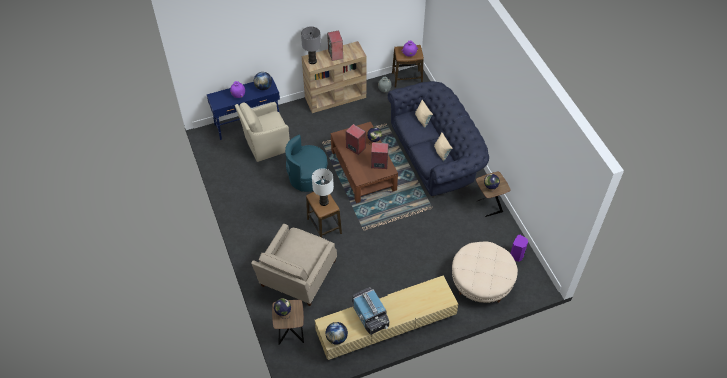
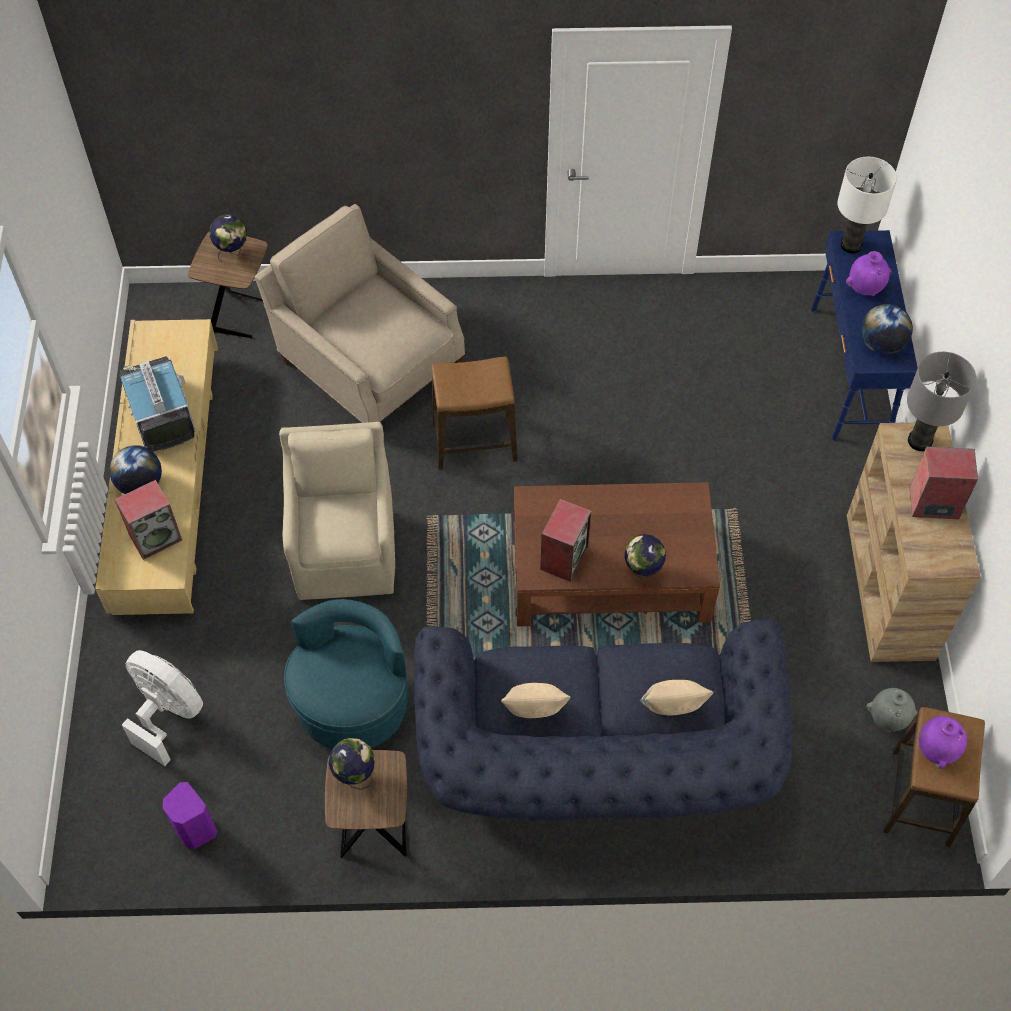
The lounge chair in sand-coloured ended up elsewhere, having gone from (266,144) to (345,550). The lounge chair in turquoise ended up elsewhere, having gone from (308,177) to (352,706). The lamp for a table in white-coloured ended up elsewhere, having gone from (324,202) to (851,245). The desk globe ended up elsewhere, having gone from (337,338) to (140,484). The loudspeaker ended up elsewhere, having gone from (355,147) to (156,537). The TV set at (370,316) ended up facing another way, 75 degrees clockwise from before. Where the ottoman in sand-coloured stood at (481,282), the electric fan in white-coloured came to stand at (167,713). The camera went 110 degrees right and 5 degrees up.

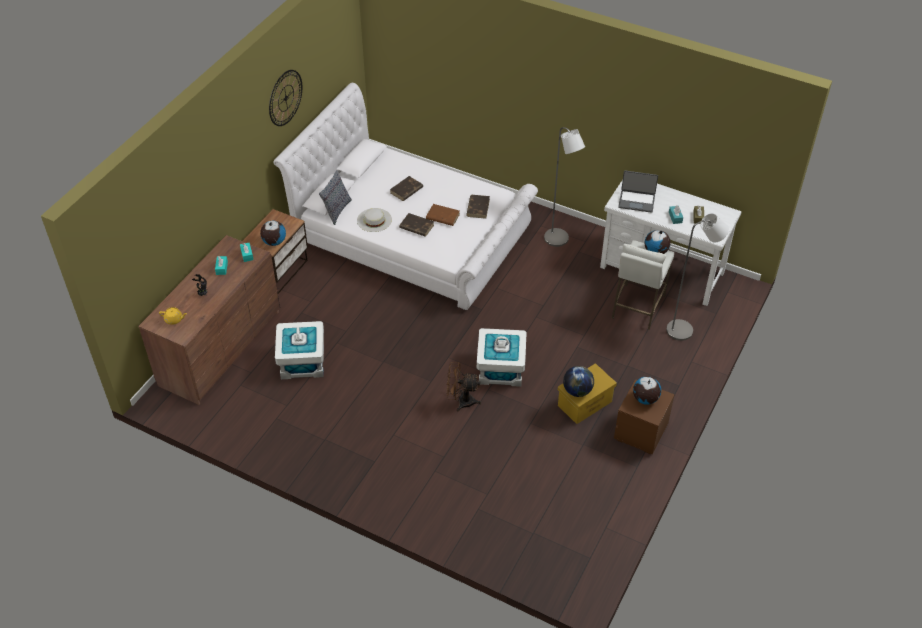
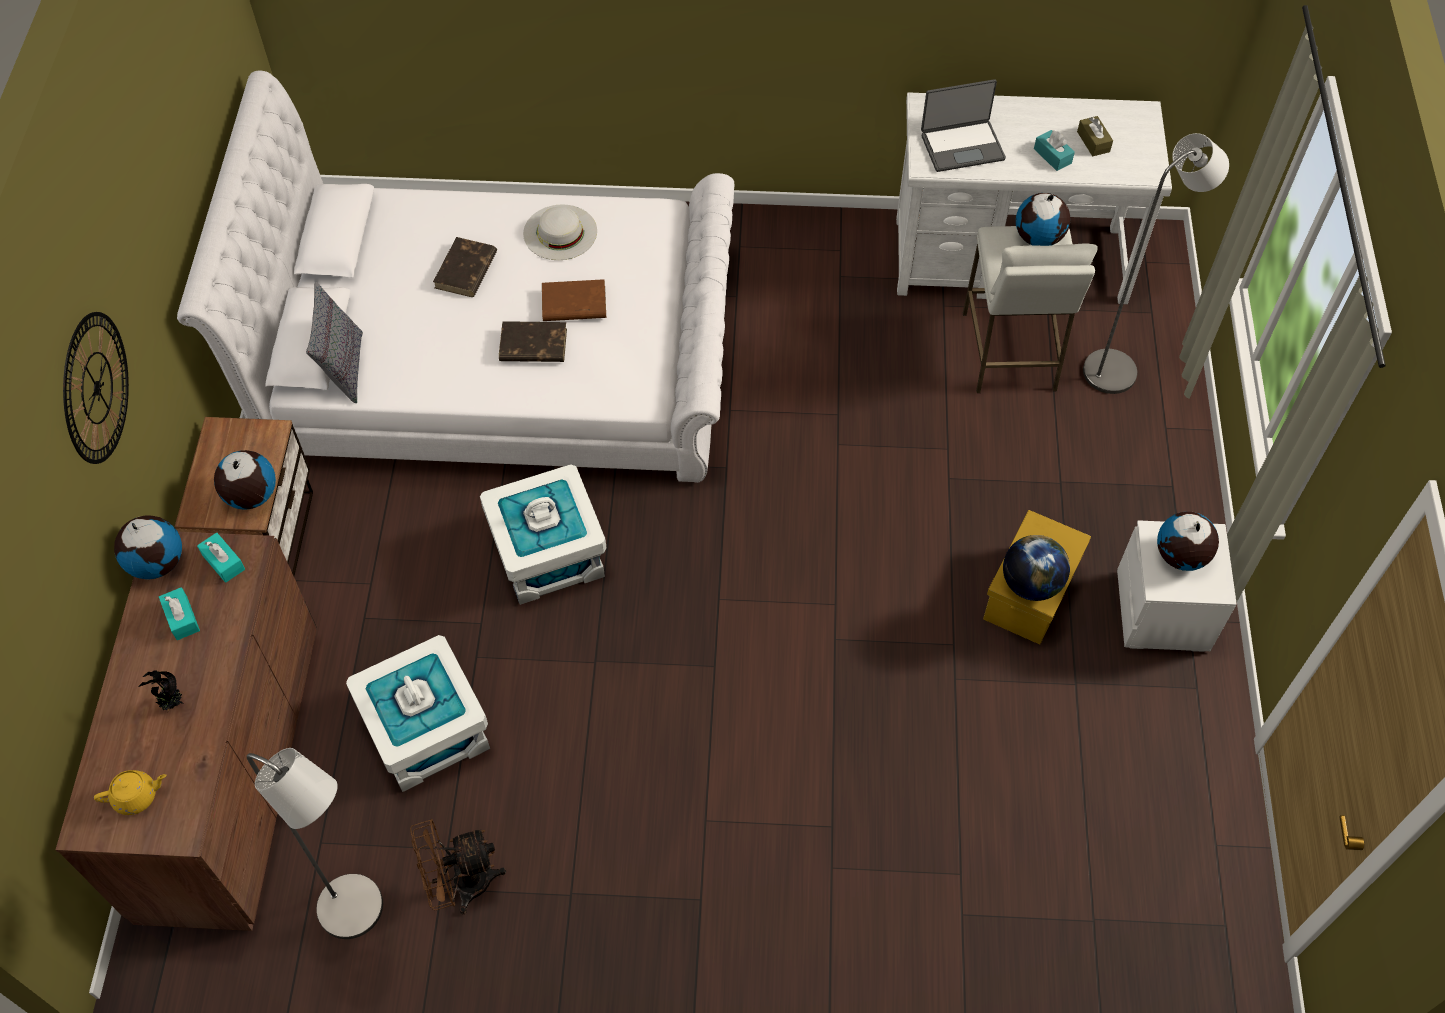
The clock on the wall ended up elsewhere, having gone from (285,98) to (96,388). The clothing hat in white-coloured ended up elsewhere, having gone from (374,220) to (560,232). The electric fan in brown-coloured ended up elsewhere, having gone from (461,401) to (461,885). The second view lost the book in brown-coloured at (478,207). The storage bin in white-coloured ended up elsewhere, having gone from (500,369) to (548,555). The floor lamp in gray ended up elsewhere, having gone from (559,241) to (361,913). What was the night table in brown-coloured at (641,432) turned into the night table in white-coloured at (1164,612). The second view gained the desk globe at (157,562). The camera went 25 degrees left and 10 degrees up.

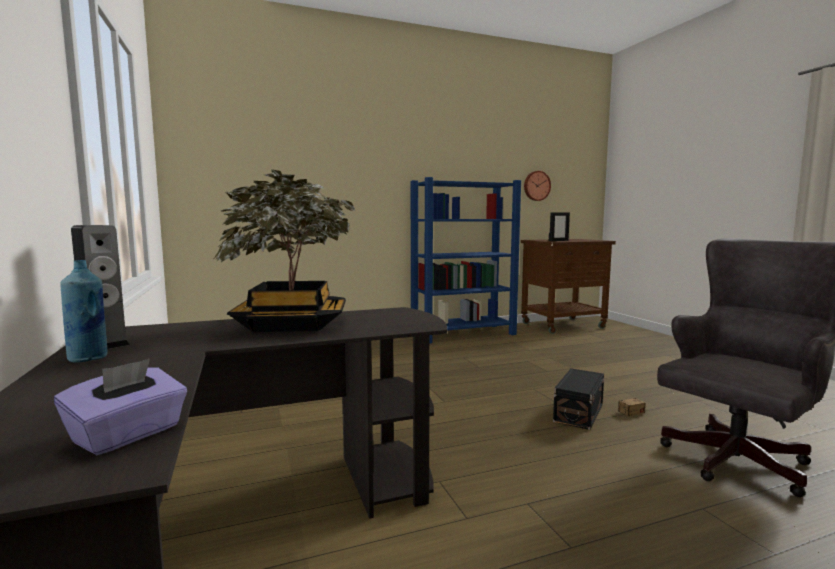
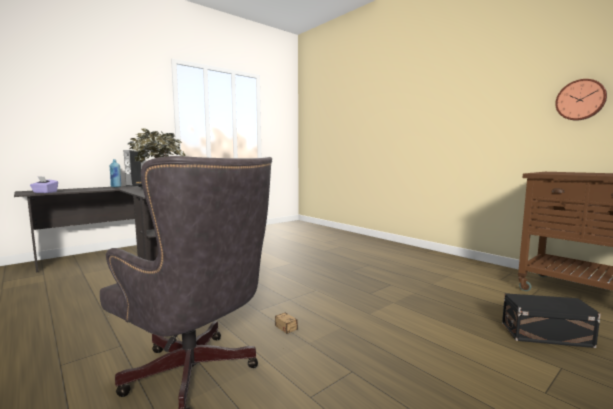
The second view lost the bookshelf in blue-coloured at (463,334). The second view lost the standing frame at (558,240). The storage bin in black ended up elsewhere, having gone from (580,412) to (547,335). The camera went 70 degrees right and 0 degrees up.

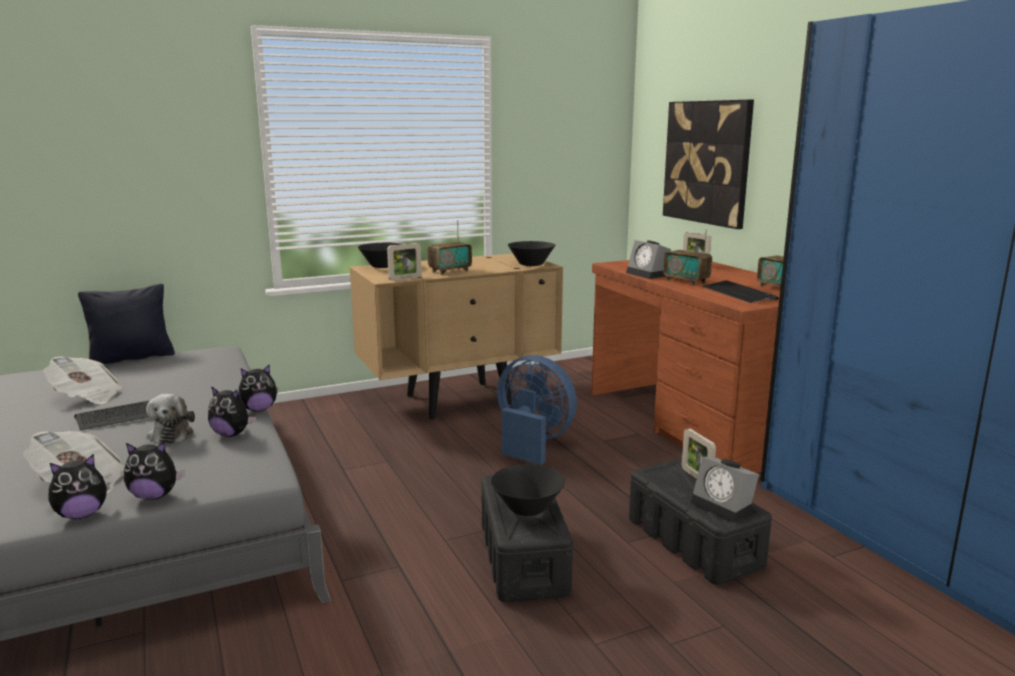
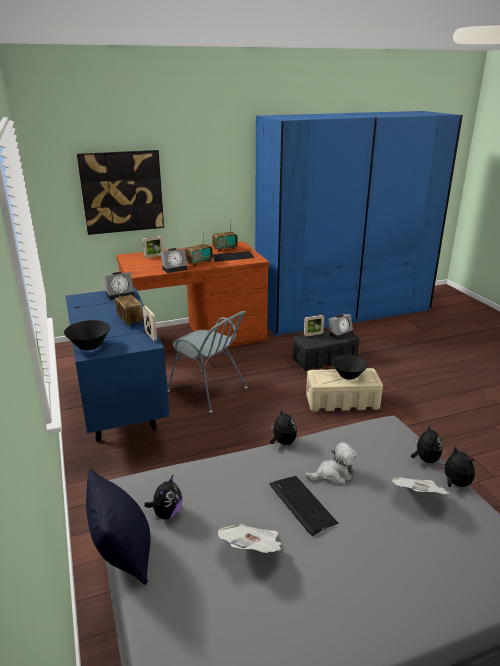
The cuddly toy ended up elsewhere, having gone from (232,434) to (166,513). What was the drawer chest in sand-coloured at (459,400) turned into the drawer chest in blue-coloured at (121,416). What was the storage bin in black at (523,557) turned into the storage bin in sand-coloured at (341,401). Where the electric fan in blue-coloured stood at (532,442), the upright chair in gray came to stand at (209,390). Where the bowl in black stood at (531,264), the alarm clock came to stand at (120,294). The camera went 85 degrees left and 10 degrees up.

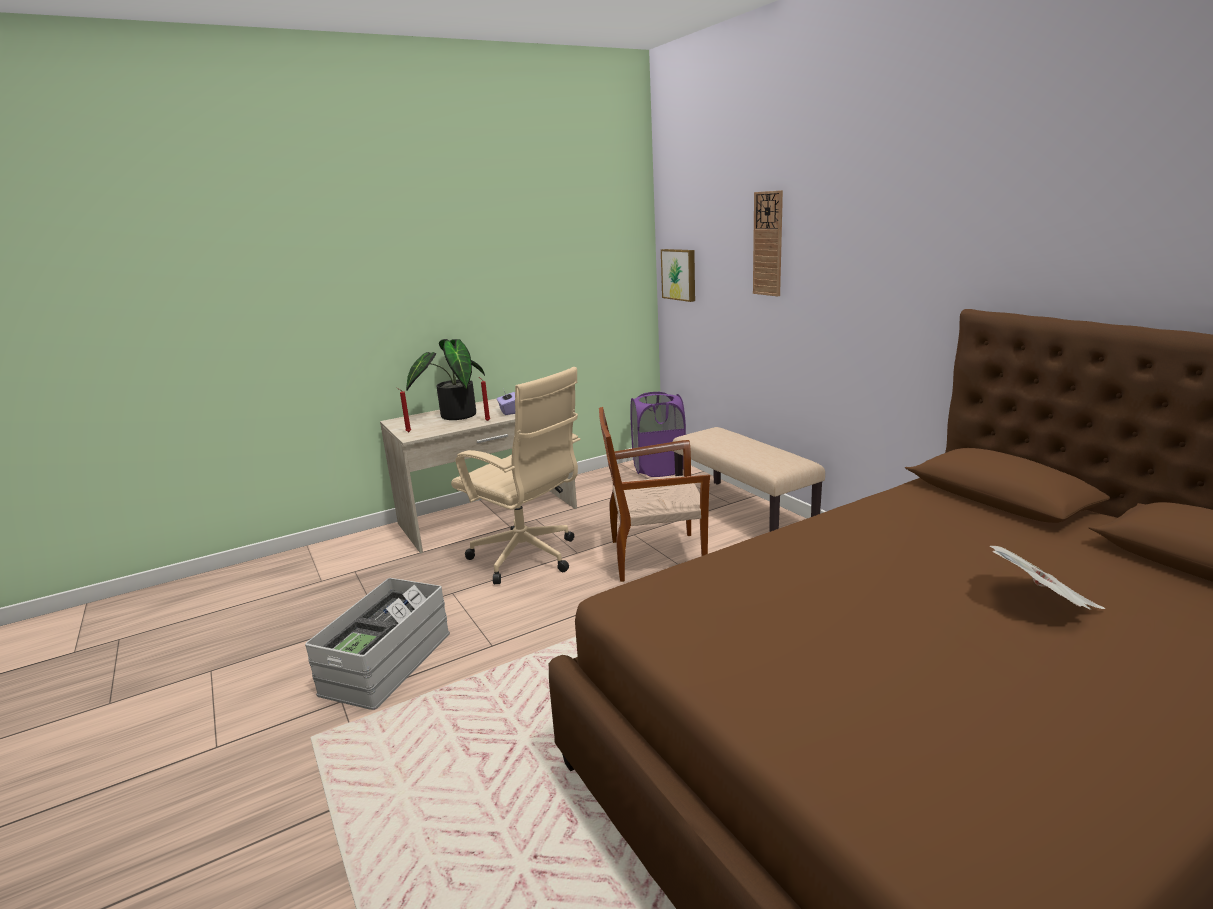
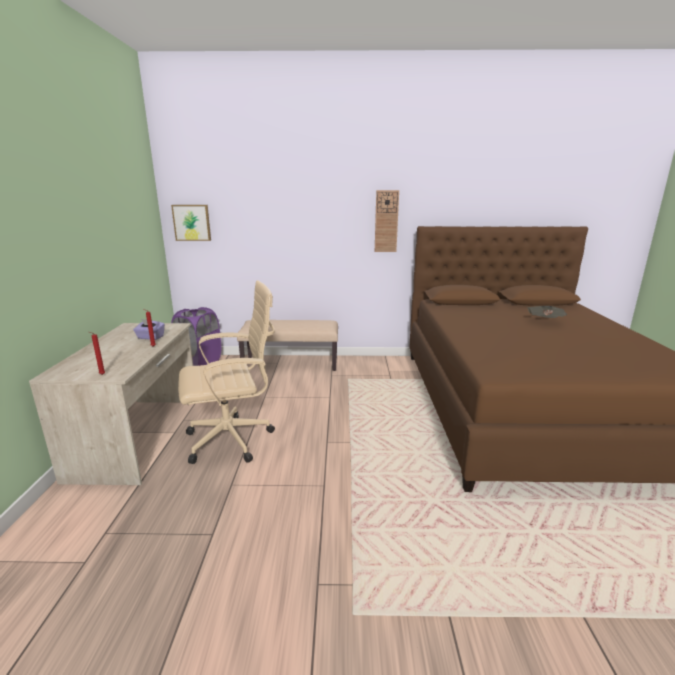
The second view lost the storage bin in gray at (386,662). The second view lost the potted plant at (454,415). The second view lost the lounge chair in brown-coloured at (655,556). The clock on the wall ended up elsewhere, having gone from (768,244) to (386,221). The camera went 60 degrees left and 0 degrees up.

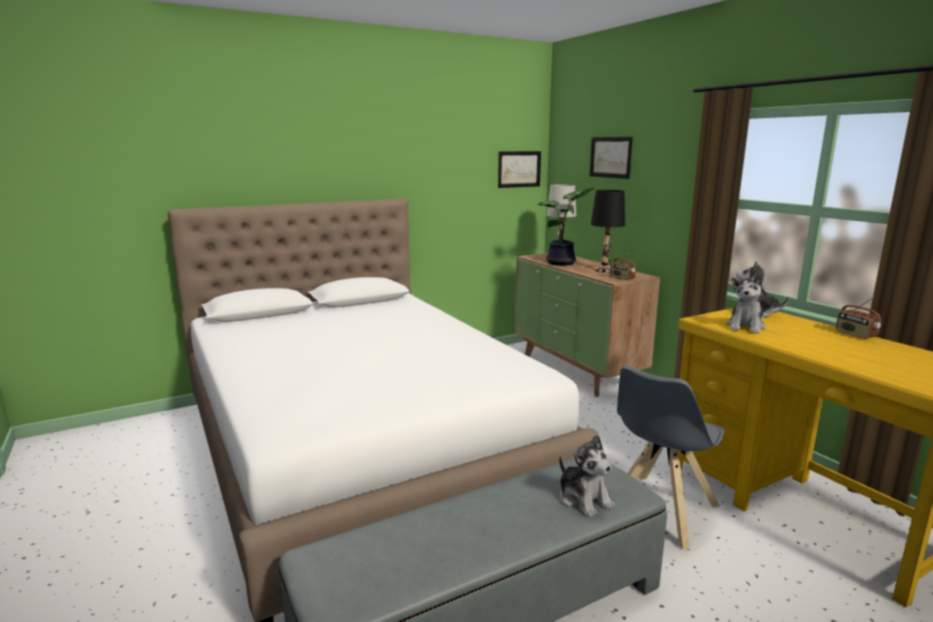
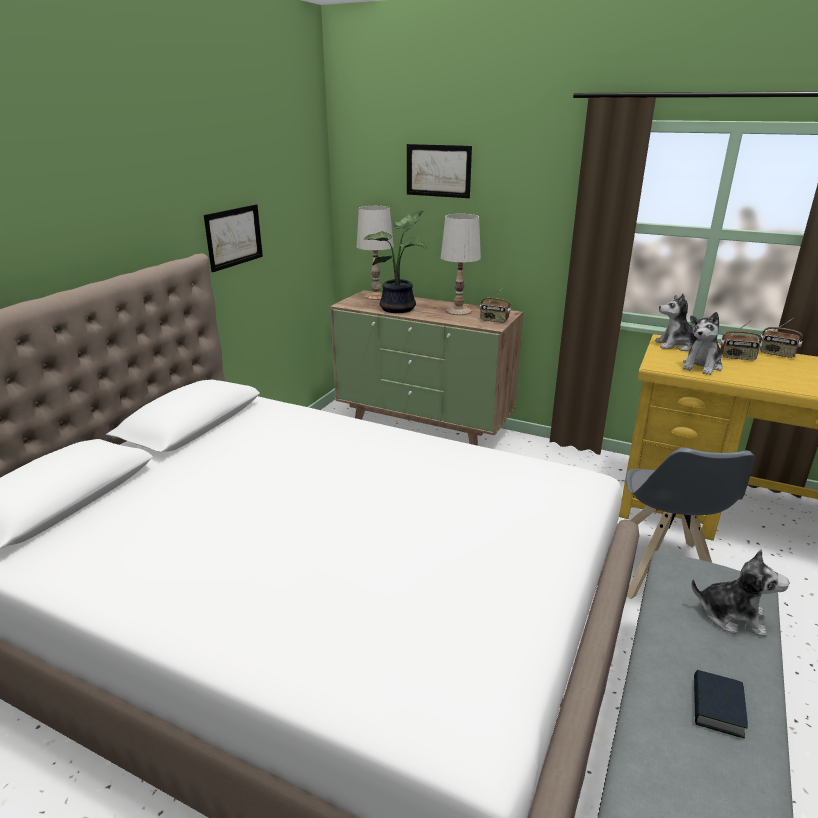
The wall art ended up elsewhere, having gone from (519,169) to (234,237). What was the lamp for a table in black at (604,270) turned into the lamp for a table in white-coloured at (458,311). The cuddly toy at (745,327) ended up facing another way, 45 degrees clockwise from before. The second view gained the book at (717,708). The second view gained the radio receiver at (737,357). The camera went 35 degrees left and 10 degrees up.

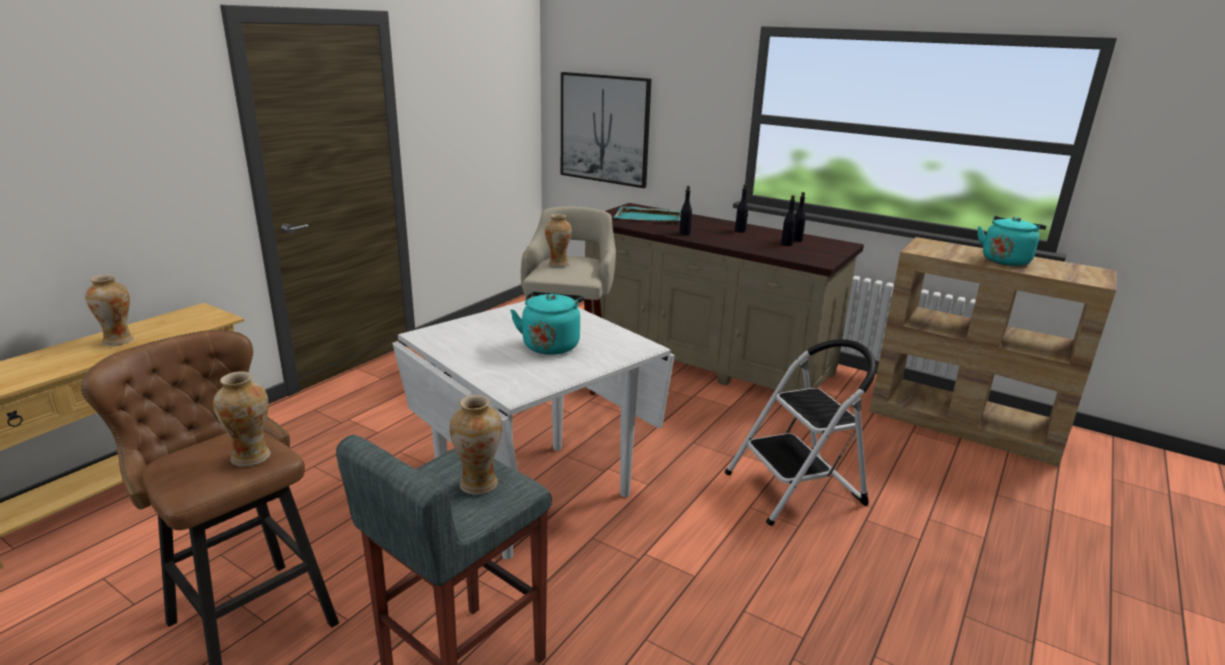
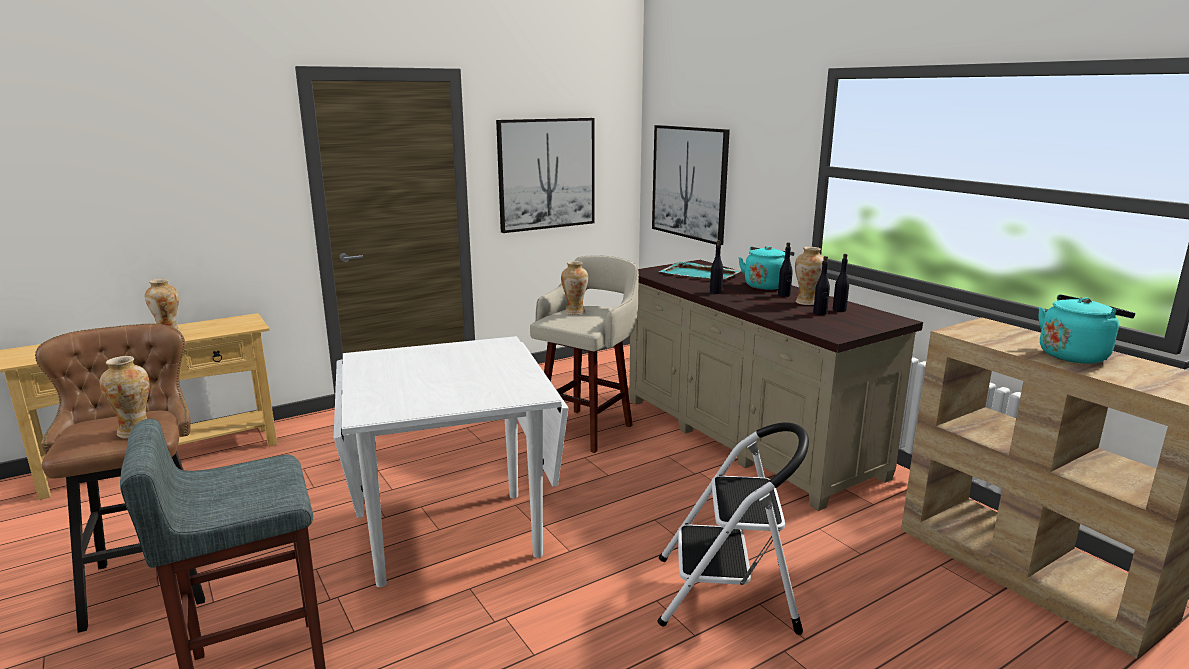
The flower vase ended up elsewhere, having gone from (478,484) to (806,302). The kettle in turquoise ended up elsewhere, having gone from (551,344) to (765,285). The second view gained the wall art at (546,174). The camera went 25 degrees right and 5 degrees down.

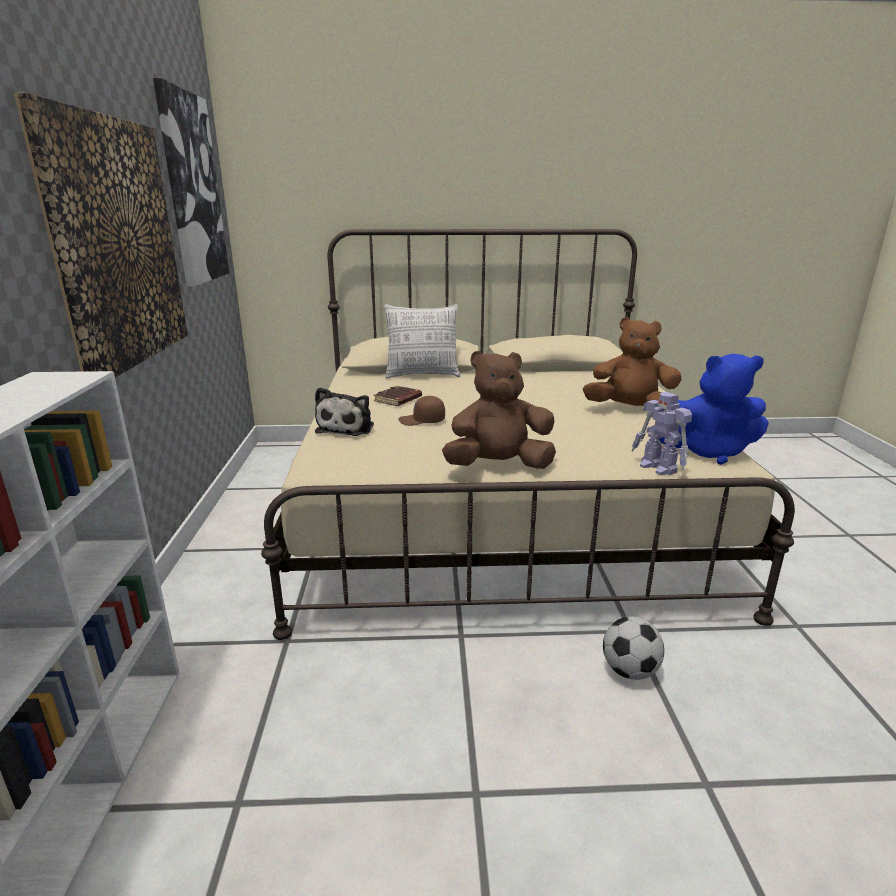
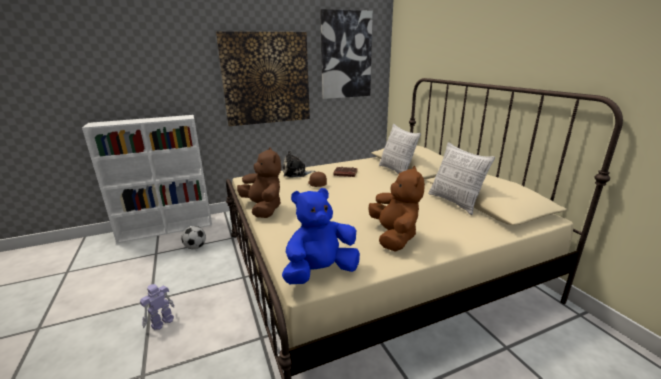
The ball for football ended up elsewhere, having gone from (629,670) to (196,247). The toy robot ended up elsewhere, having gone from (658,468) to (161,322). The cuddly toy in blue-coloured at (709,452) ended up facing another way, 75 degrees clockwise from before. The second view gained the throw pillow at (454,202). The camera went 70 degrees right and 0 degrees up.

